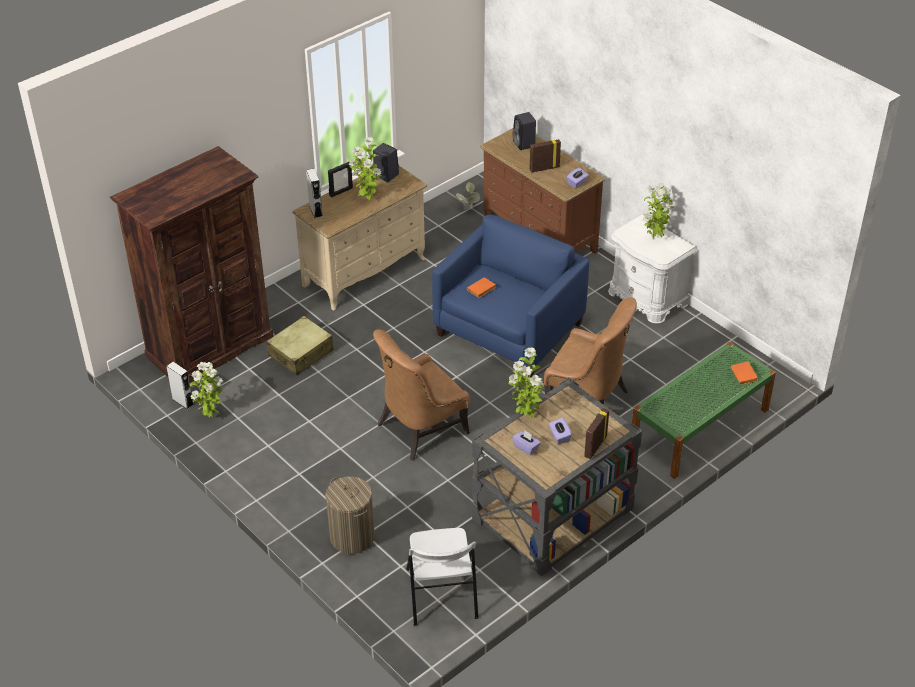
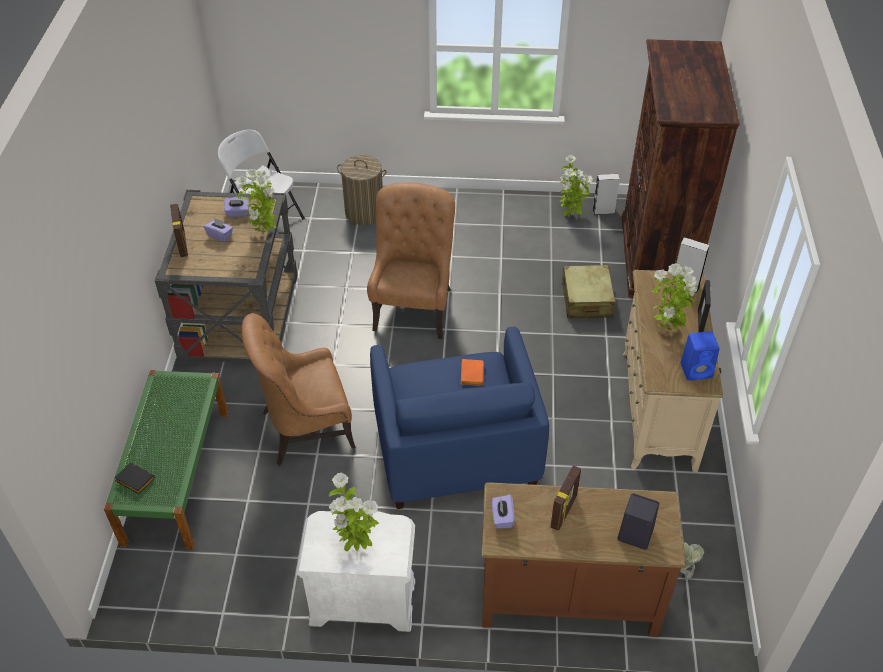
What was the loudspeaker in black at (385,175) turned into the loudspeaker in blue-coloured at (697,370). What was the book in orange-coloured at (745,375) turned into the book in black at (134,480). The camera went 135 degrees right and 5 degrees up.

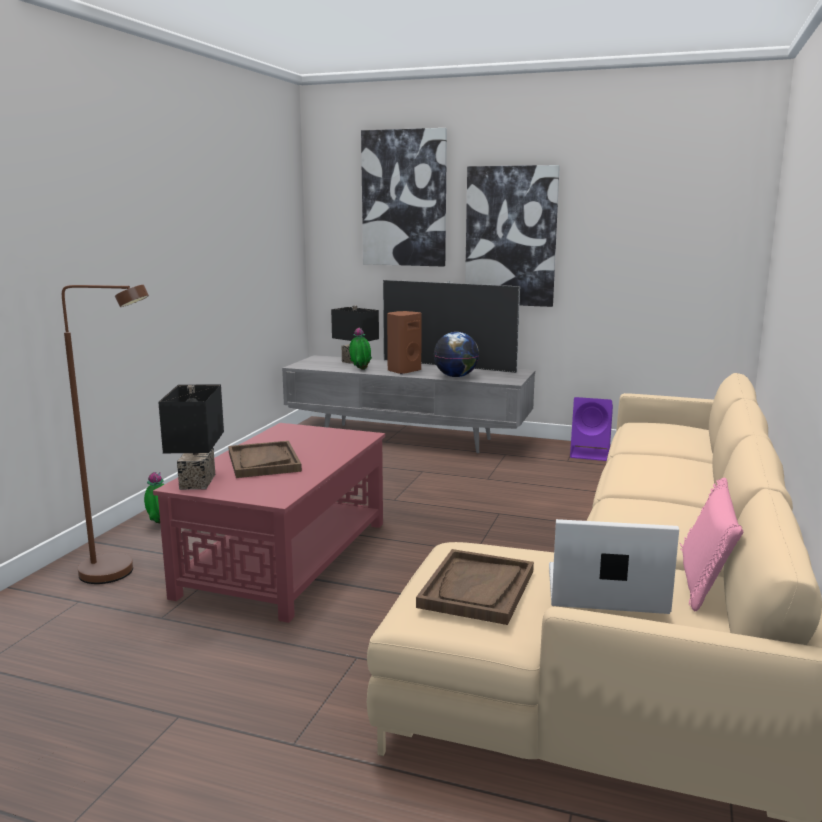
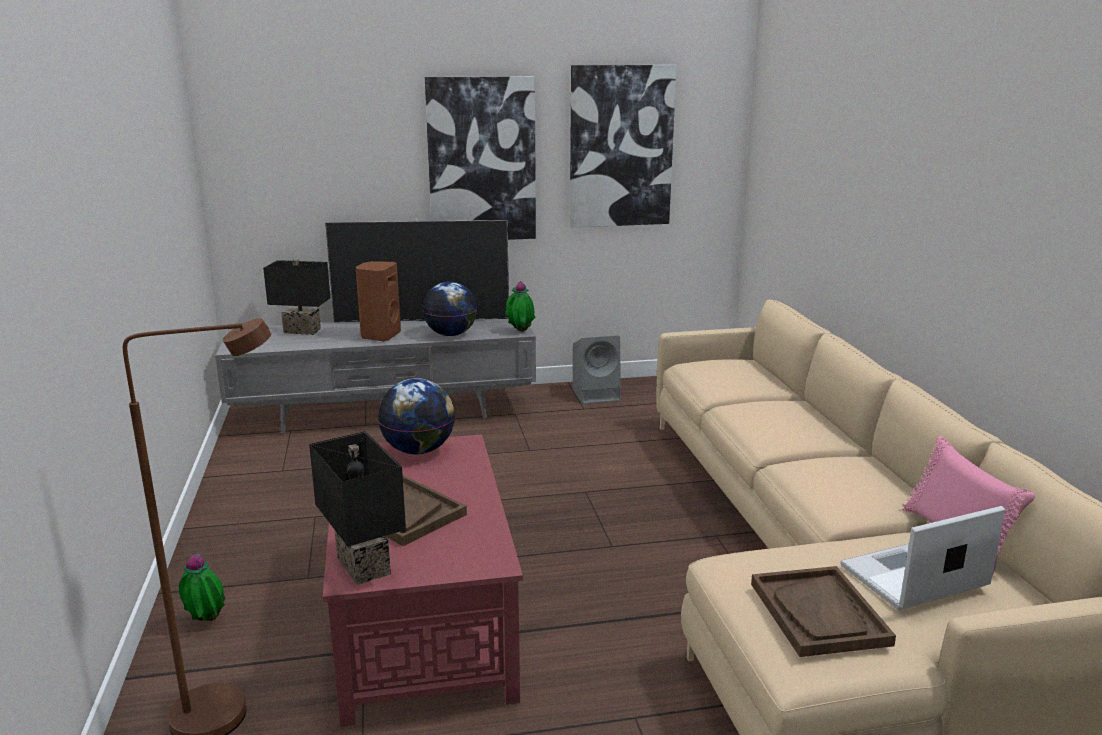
The potted plant ended up elsewhere, having gone from (360,370) to (520,332). The wall art ended up elsewhere, having gone from (404,198) to (621,147). What was the loudspeaker in purple at (591,454) turned into the loudspeaker in gray at (597,395). The second view gained the desk globe at (419,450). The camera went 30 degrees left and 5 degrees up.

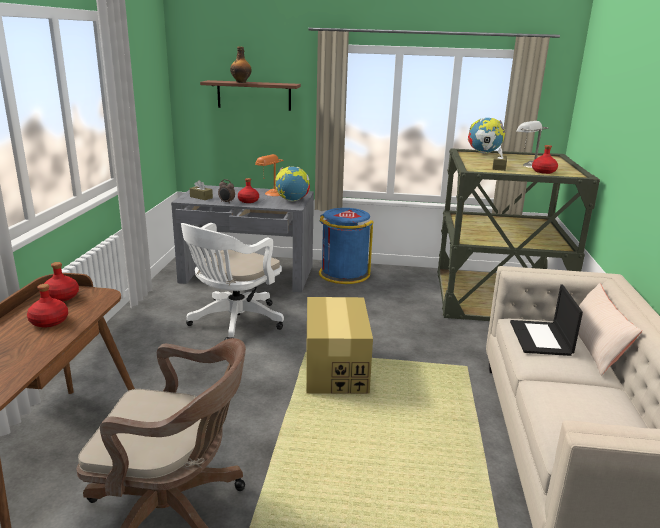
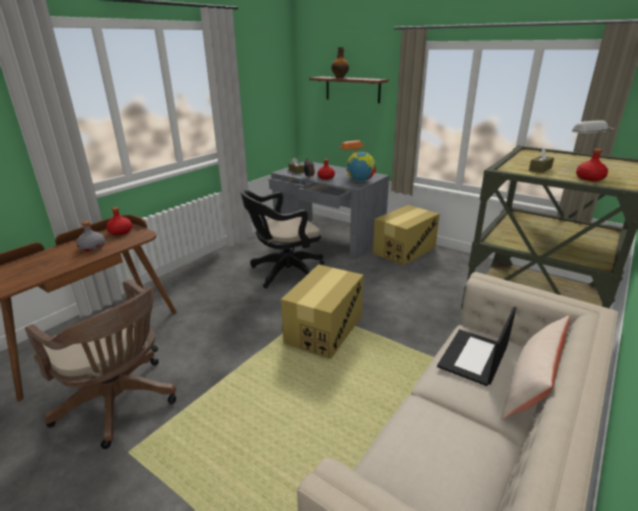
What was the drink bottle in red at (49,321) turned into the drink bottle in gray at (93,247). What was the desk chair in white-coloured at (233,322) turned into the desk chair in black at (284,272). Where the rubbish bin in blue-coloured stood at (343,274), the carton came to stand at (404,250). The second view lost the desk globe at (484,153). The camera went 30 degrees right and 5 degrees up.

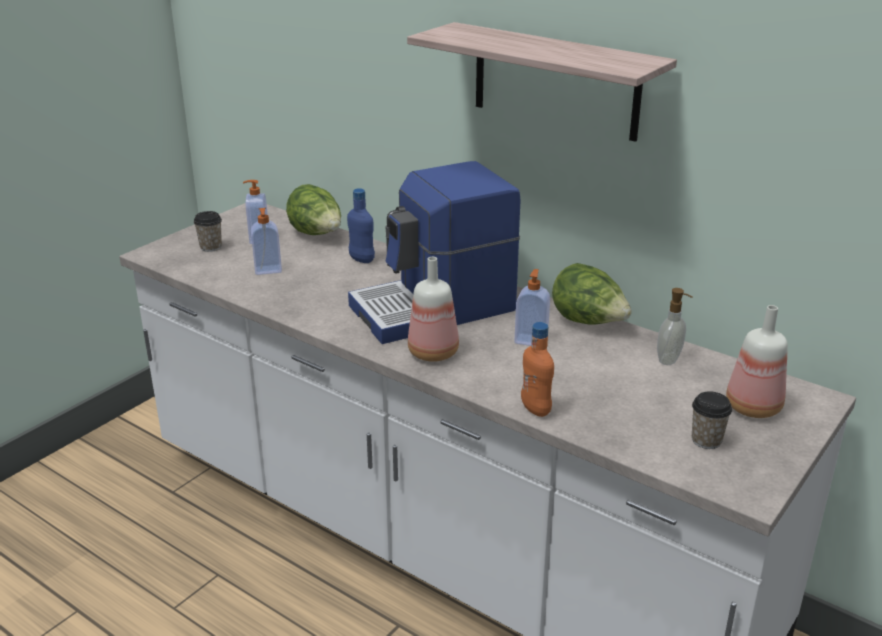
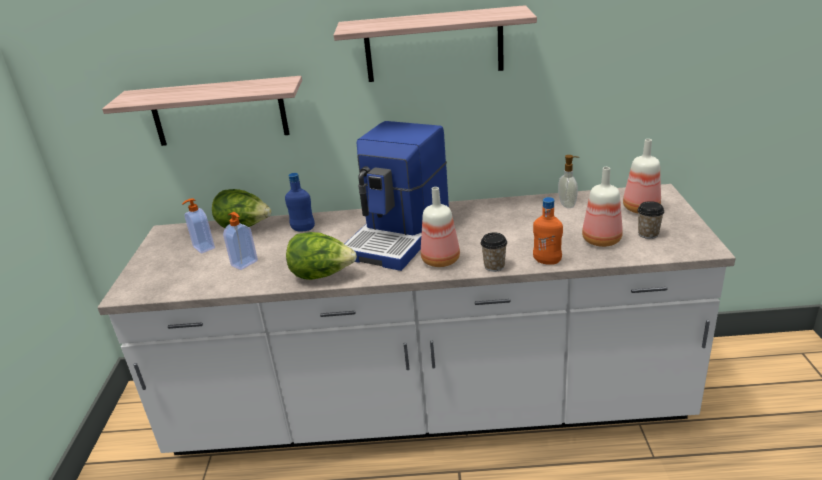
The drinking cup ended up elsewhere, having gone from (211,247) to (494,266). The second view lost the soap bottle at (531,340). The lettuce head ended up elsewhere, having gone from (588,322) to (322,275). The second view gained the bracket shelf at (219,111). The second view gained the drink bottle at (600,240). The camera went 35 degrees left and 0 degrees up.

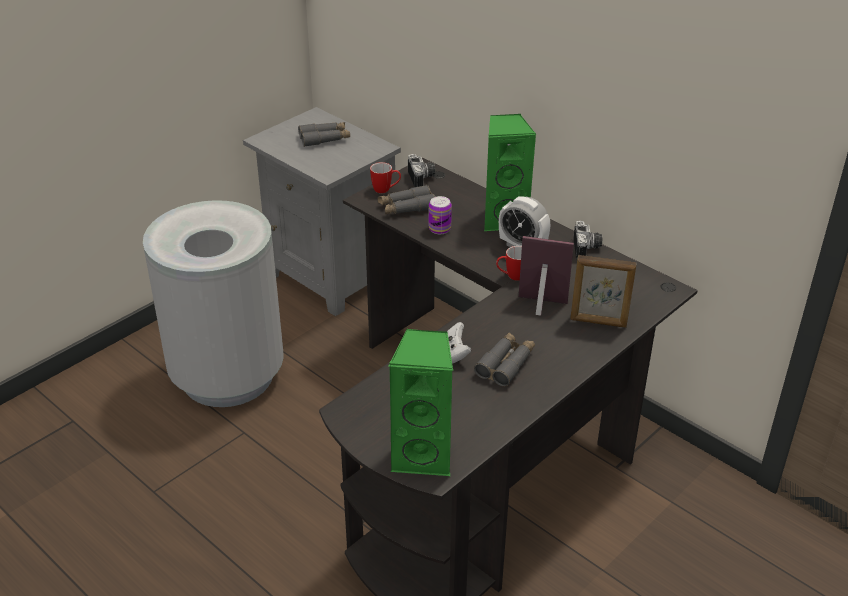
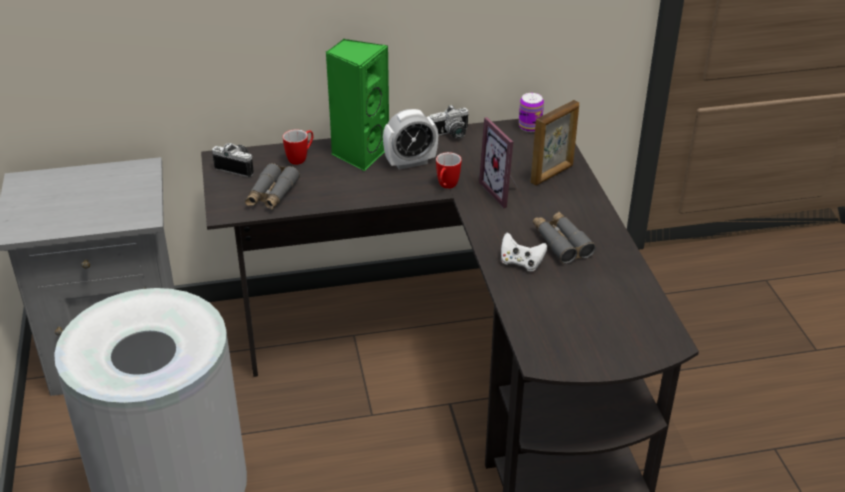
The second view lost the pair of binoculars in gray at (324,139). The coffee mug ended up elsewhere, having gone from (386,190) to (301,158). The second view lost the loudspeaker in green at (423,455). The metal can ended up elsewhere, having gone from (439,229) to (530,126). The standing frame at (541,307) ended up facing another way, 75 degrees counterclockwise from before. The photo camera at (587,249) ended up facing another way, 120 degrees clockwise from before. The camera went 55 degrees left and 0 degrees up.

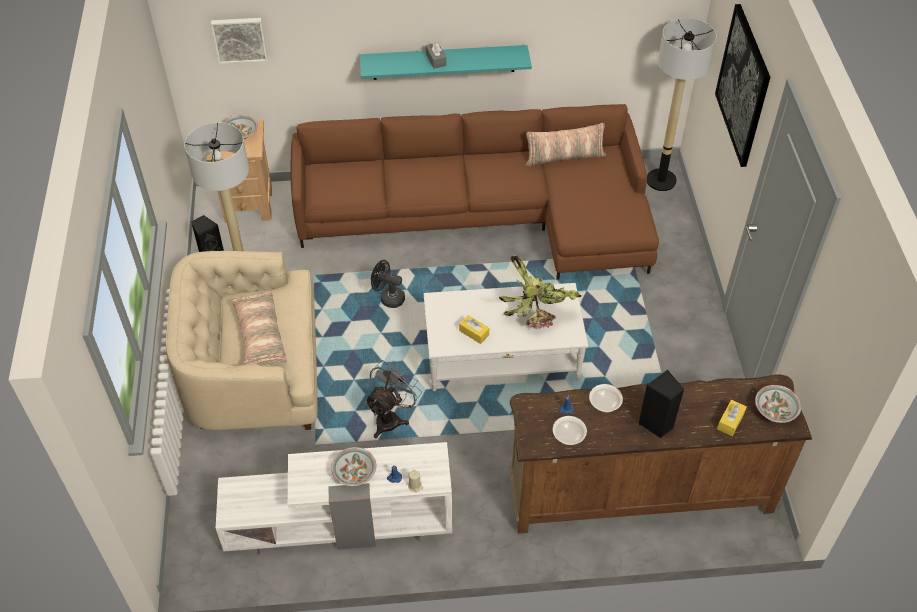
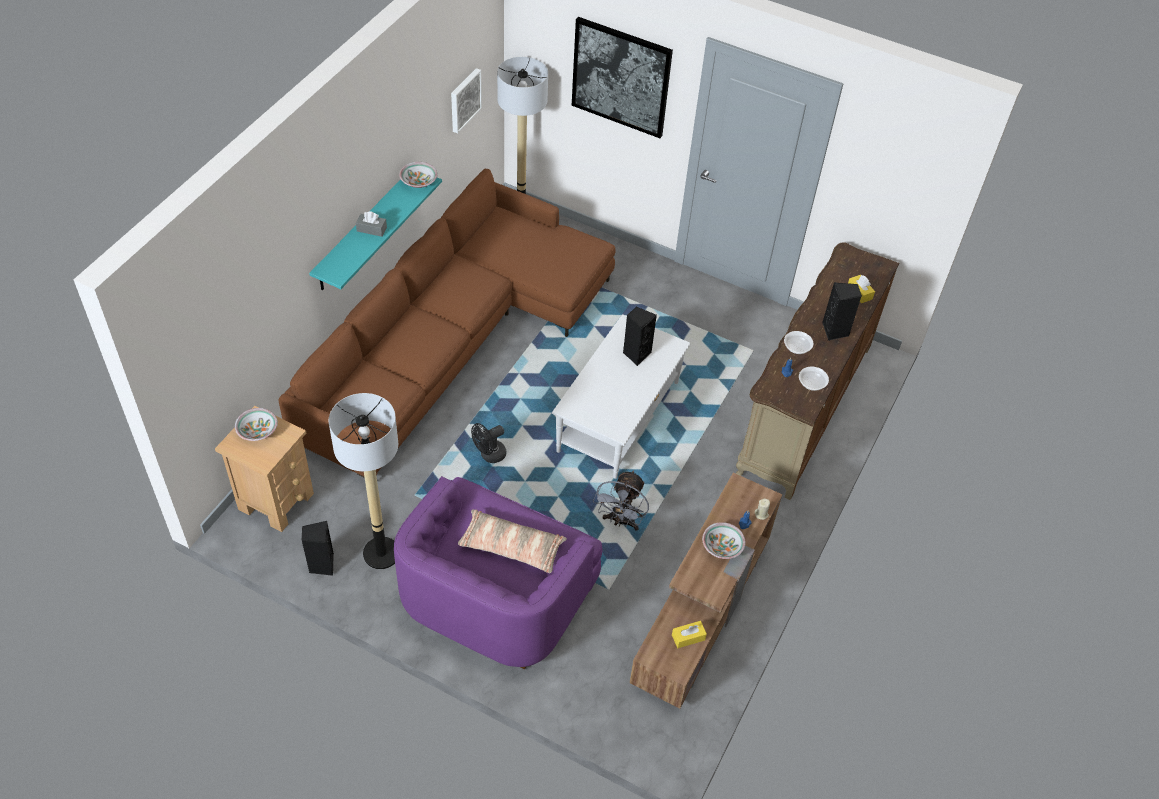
What was the lounge chair in sand-coloured at (255,375) turned into the lounge chair in purple at (495,597). The wall art ended up elsewhere, having gone from (239,39) to (464,100). What was the media console in white-coloured at (337,523) turned into the media console in brown-coloured at (700,613). The electric fan in gray at (391,417) ended up facing another way, 135 degrees counterclockwise from before. The tissue holder in yellow ended up elsewhere, having gone from (474,333) to (688,637). Where the potted plant stood at (537,314), the loudspeaker in black came to stand at (636,354). The second view lost the throw pillow at (564,157). The bowl ended up elsewhere, having gone from (775,411) to (419,182). The camera went 60 degrees left and 0 degrees up.

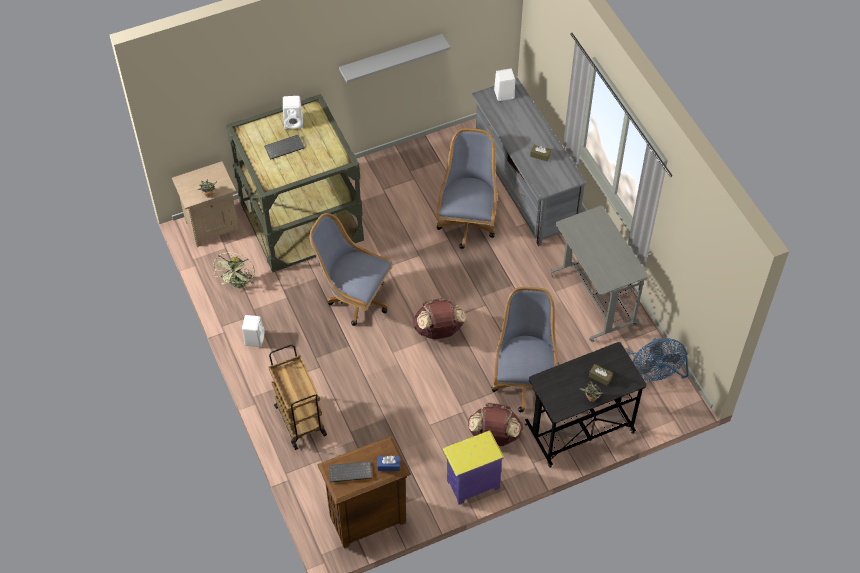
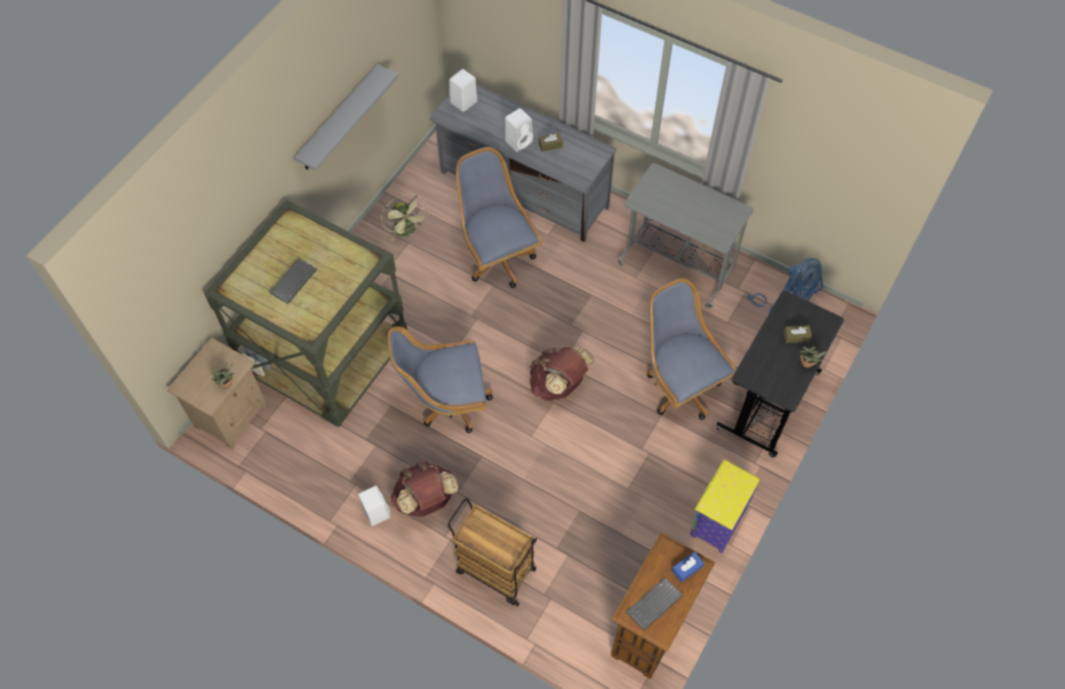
The electric fan in green ended up elsewhere, having gone from (238,284) to (407,231). The loudspeaker in white-coloured ended up elsewhere, having gone from (294,122) to (519,141). The rucksack in brown-coloured ended up elsewhere, having gone from (494,436) to (426,500). The camera went 35 degrees left and 5 degrees up.

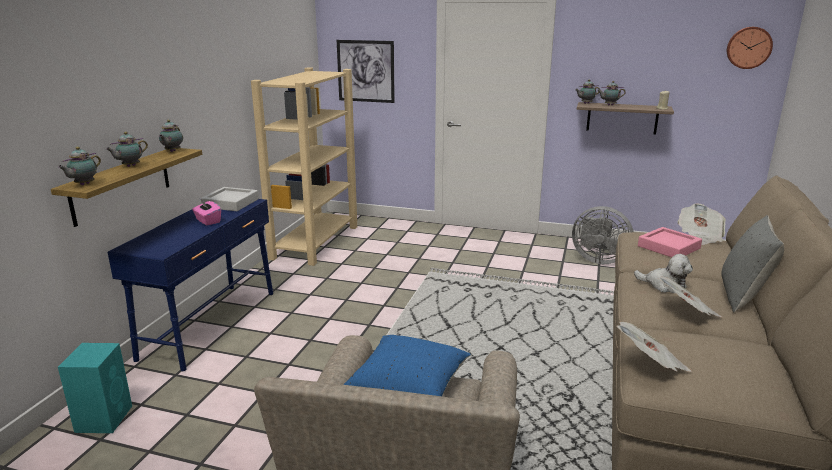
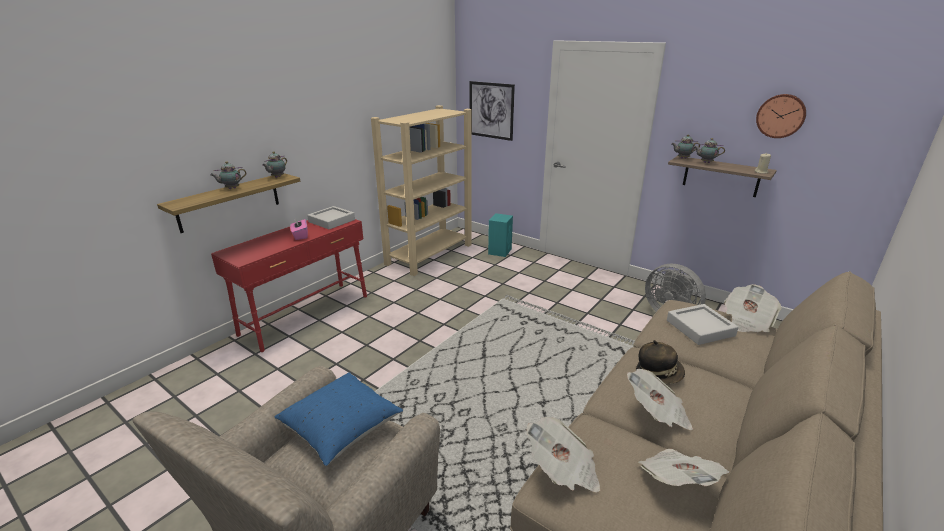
The second view lost the pot for tea at (83,184). The loudspeaker in turquoise ended up elsewhere, having gone from (104,418) to (500,251). What was the console table in blue-coloured at (211,324) turned into the console table in red at (307,315). Where the cuddly toy stood at (664,285), the clothing hat came to stand at (658,374). What was the serving tray in pinkish at (668,247) turned into the serving tray in gray at (700,328). The second view lost the throw pillow in gray at (743,296). The clock on the wall ended up elsewhere, having gone from (748,47) to (781,116). The second view gained the newspaper at (676,481). The camera went 20 degrees right and 5 degrees up.

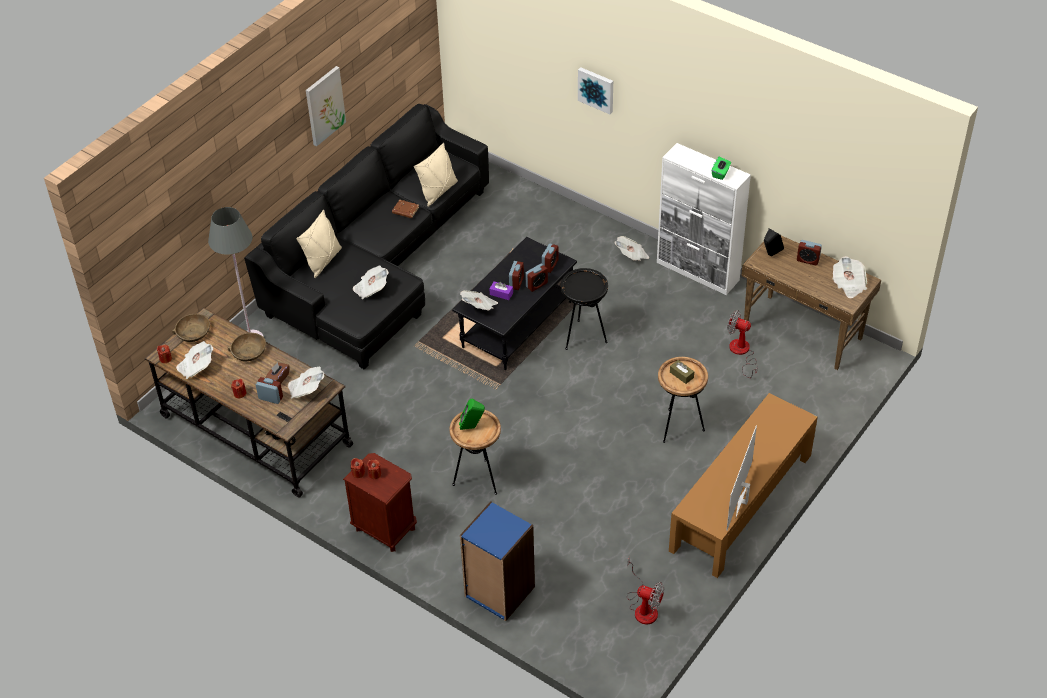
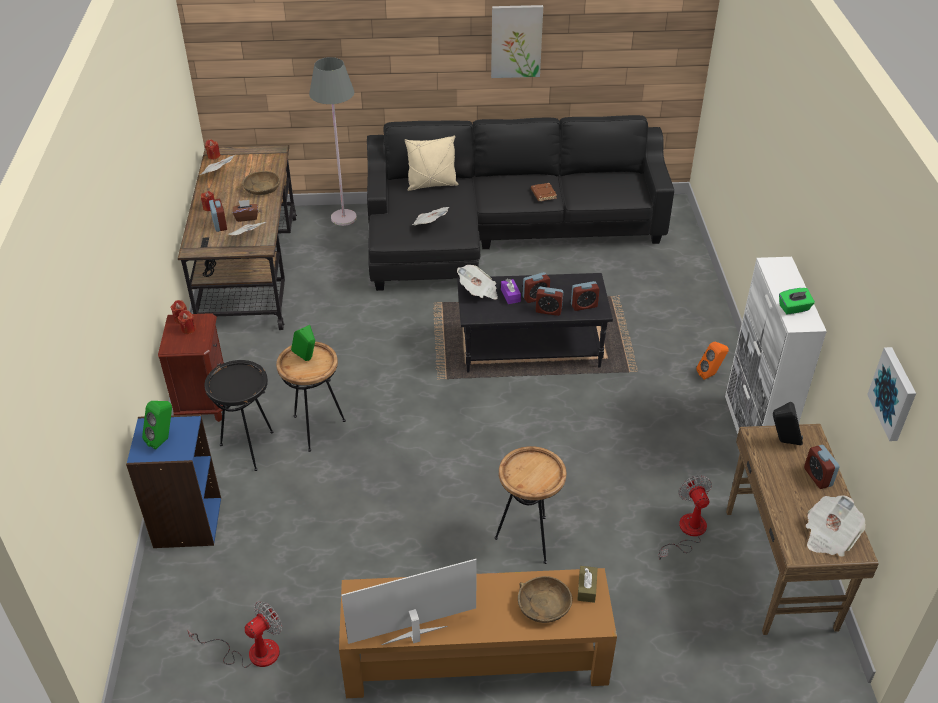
The bowl in brown-coloured ended up elsewhere, having gone from (193,332) to (543,605). The second view lost the throw pillow in sand-coloured at (438,192). The end table in black ended up elsewhere, having gone from (583,337) to (249,448). The wall art ended up elsewhere, having gone from (596,89) to (894,393). Where the newspaper stood at (631,256), the loudspeaker in orange-coloured came to stand at (710,374). The electric fan at (643,607) ended up facing another way, 120 degrees counterclockwise from before. The tissue holder in brown-coloured ended up elsewhere, having gone from (681,375) to (587,588). The second view gained the loudspeaker in green at (163,440). The camera went 50 degrees right and 5 degrees down.

